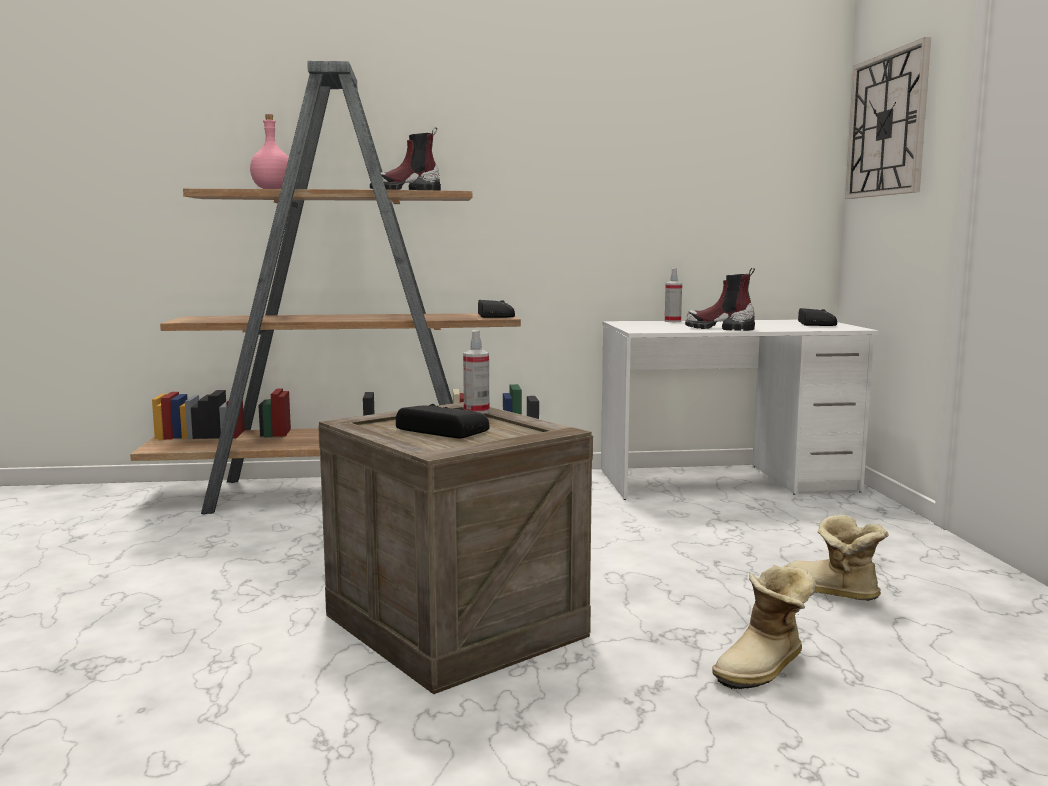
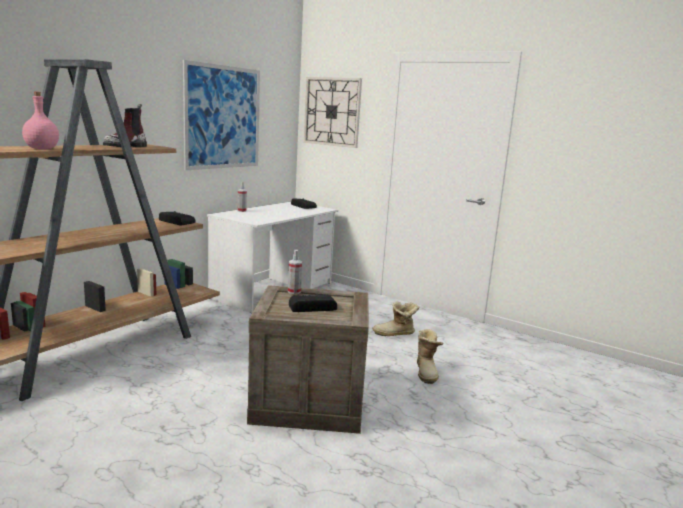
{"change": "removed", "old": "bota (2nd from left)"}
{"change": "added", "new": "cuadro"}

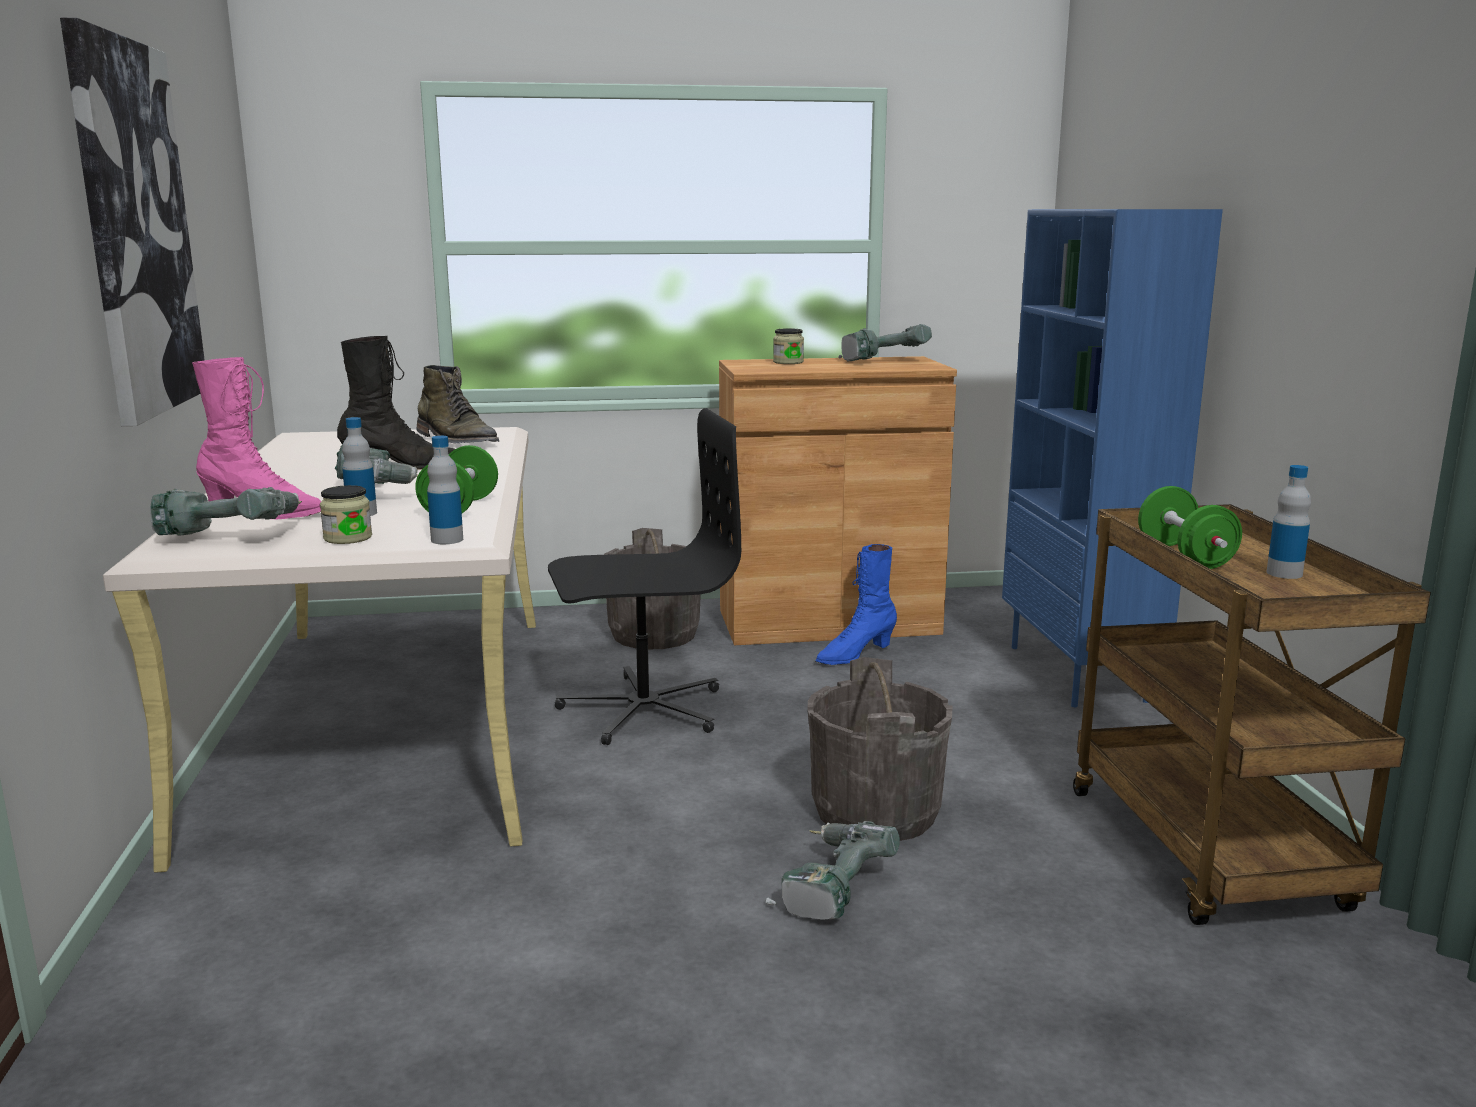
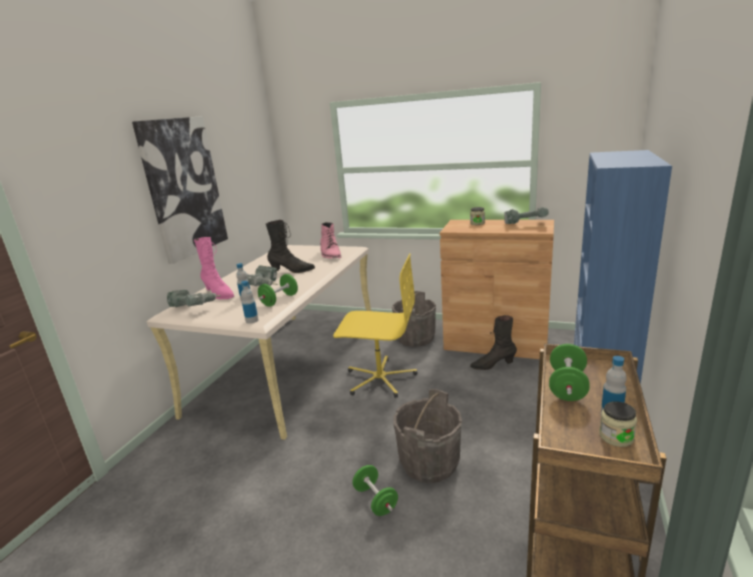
{"change": "recoloured", "old": "bota/verde", "new": "bota/rosa (2nd from left)"}
{"change": "recoloured", "old": "silla de oficina/negro", "new": "silla de oficina/amarillo"}
{"change": "moved", "old": "tarro (1st from left in the first image)", "new": "tarro (2nd from left)"}
{"change": "recoloured", "old": "bota/azul", "new": "bota/negro (2nd from left)"}
{"change": "replaced", "old": "taladro (3rd from left)", "new": "mancuerna/verde (2nd from left)"}

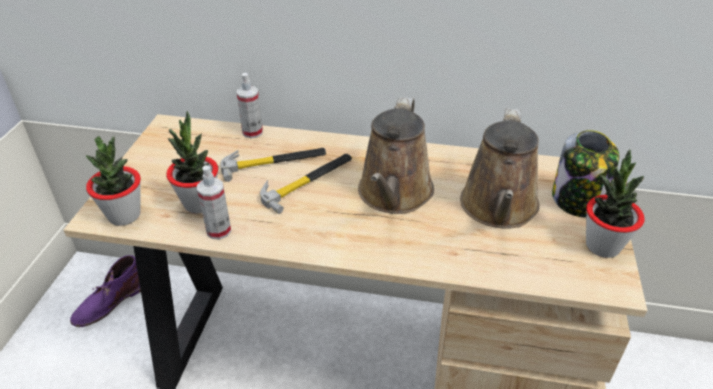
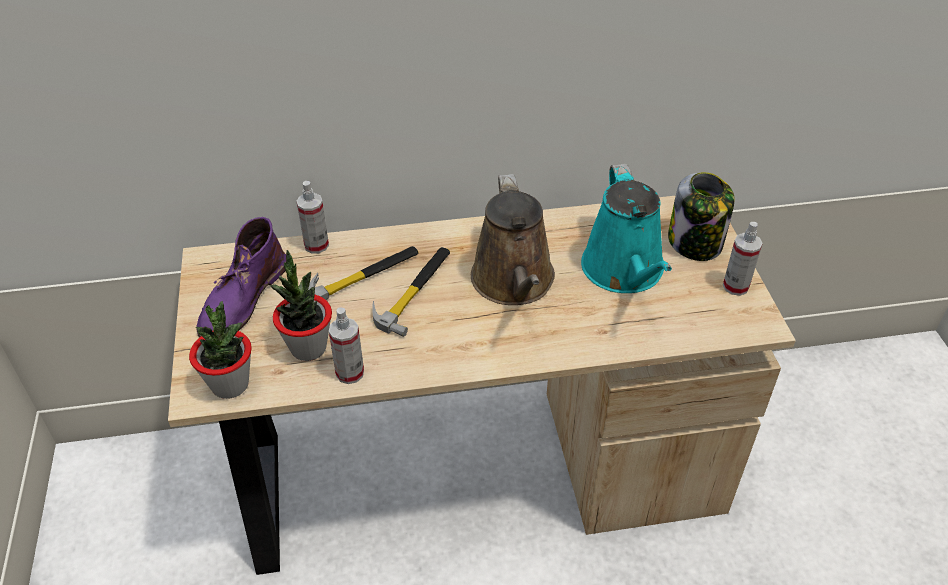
{"change": "recoloured", "old": "regadera/marrón (2nd from left)", "new": "regadera/turquesa"}
{"change": "replaced", "old": "planta en maceta (3rd from left)", "new": "pulverizador (3rd from left)"}
{"change": "moved", "old": "bota/morado"}

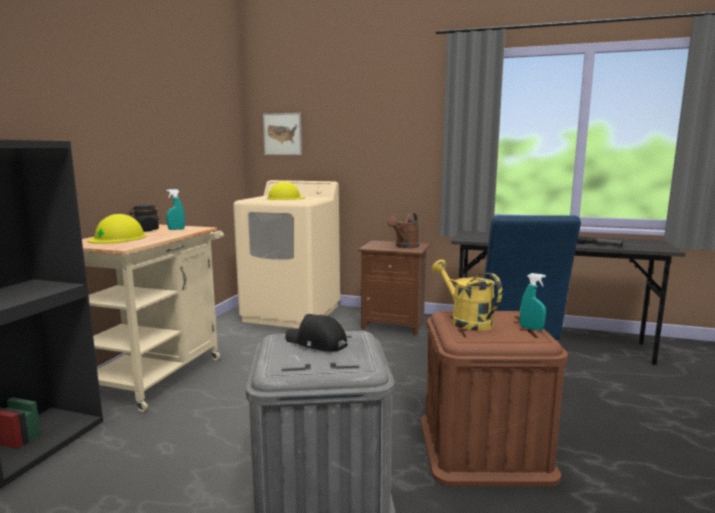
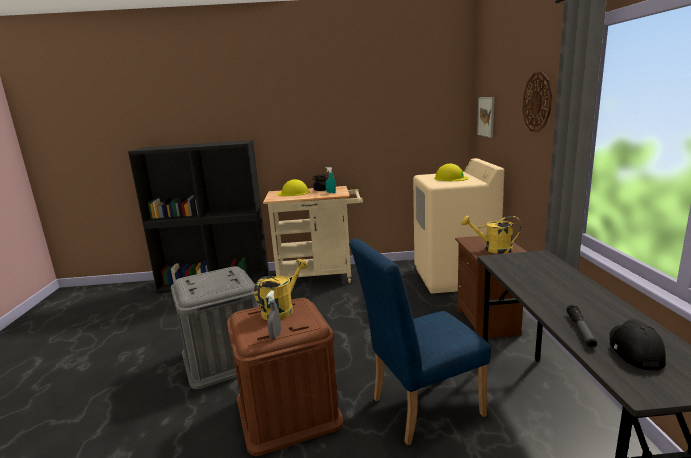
{"change": "recoloured", "old": "regadera/marrón", "new": "regadera/amarillo (2nd from left)"}
{"change": "recoloured", "old": "pulverizador/turquesa (2nd from left)", "new": "pulverizador/gris"}
{"change": "moved", "old": "gorra/negro"}
{"change": "added", "new": "reloj de pared"}

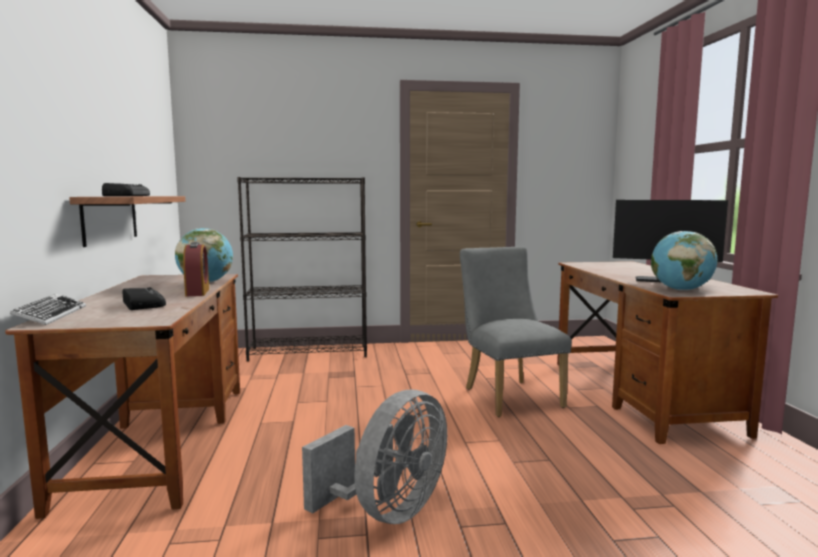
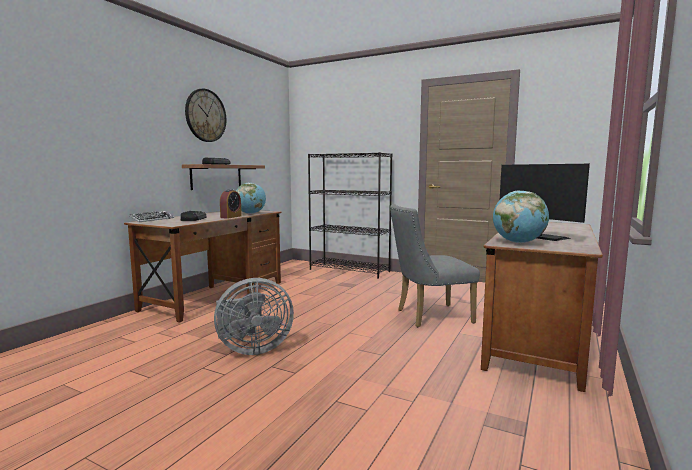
{"change": "turned", "old": "silla/gris", "degrees": -120}
{"change": "added", "new": "reloj de pared"}

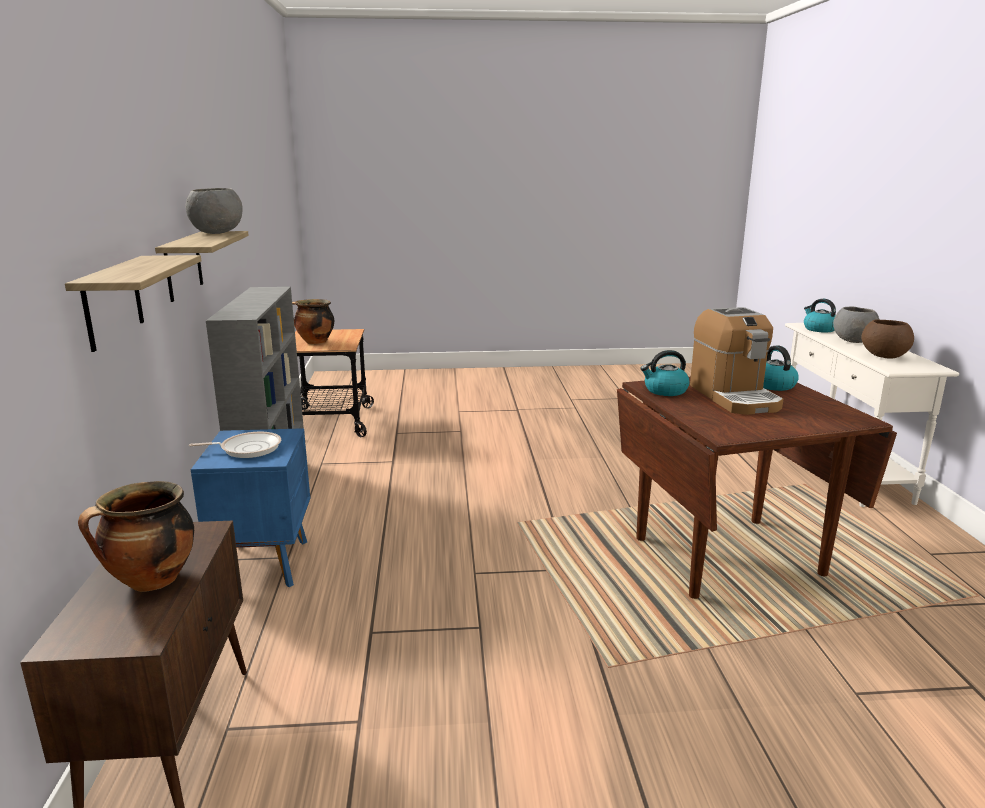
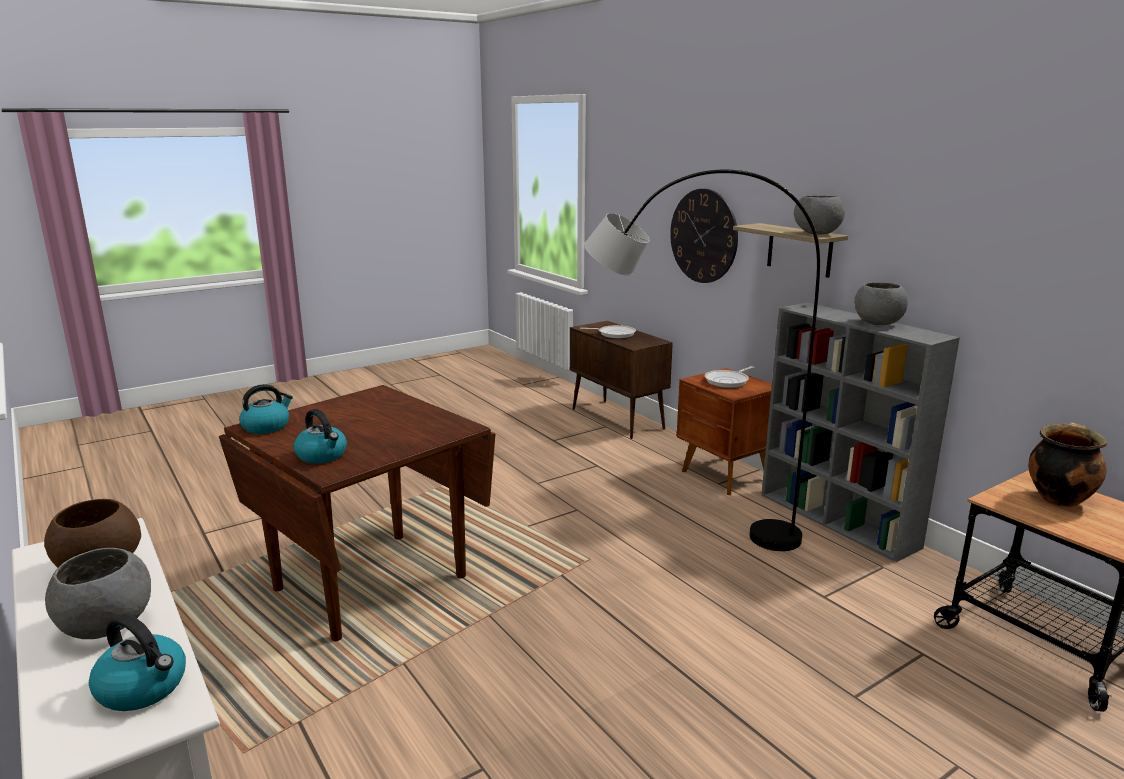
{"change": "replaced", "old": "estante (1st from left)", "new": "reloj de pared"}
{"change": "removed", "old": "cafetera"}
{"change": "moved", "old": "hervidor (1st from left in the first image)", "new": "hervidor (2nd from left)"}
{"change": "recoloured", "old": "mesita de noche/azul", "new": "mesita de noche/marrón"}
{"change": "replaced", "old": "olla (1st from left)", "new": "sartén (1st from left)"}
{"change": "added", "new": "lámpara de pie/gris"}
{"change": "added", "new": "cuenco/gris (3rd from left)"}

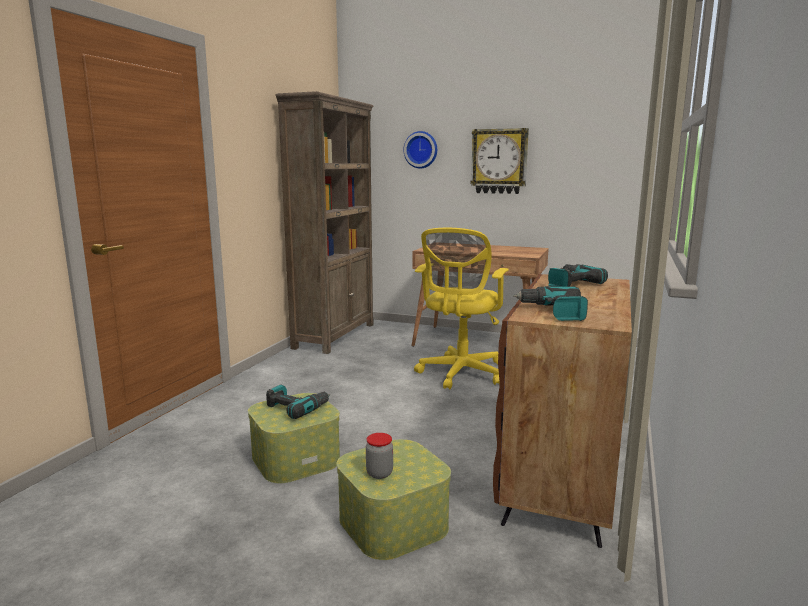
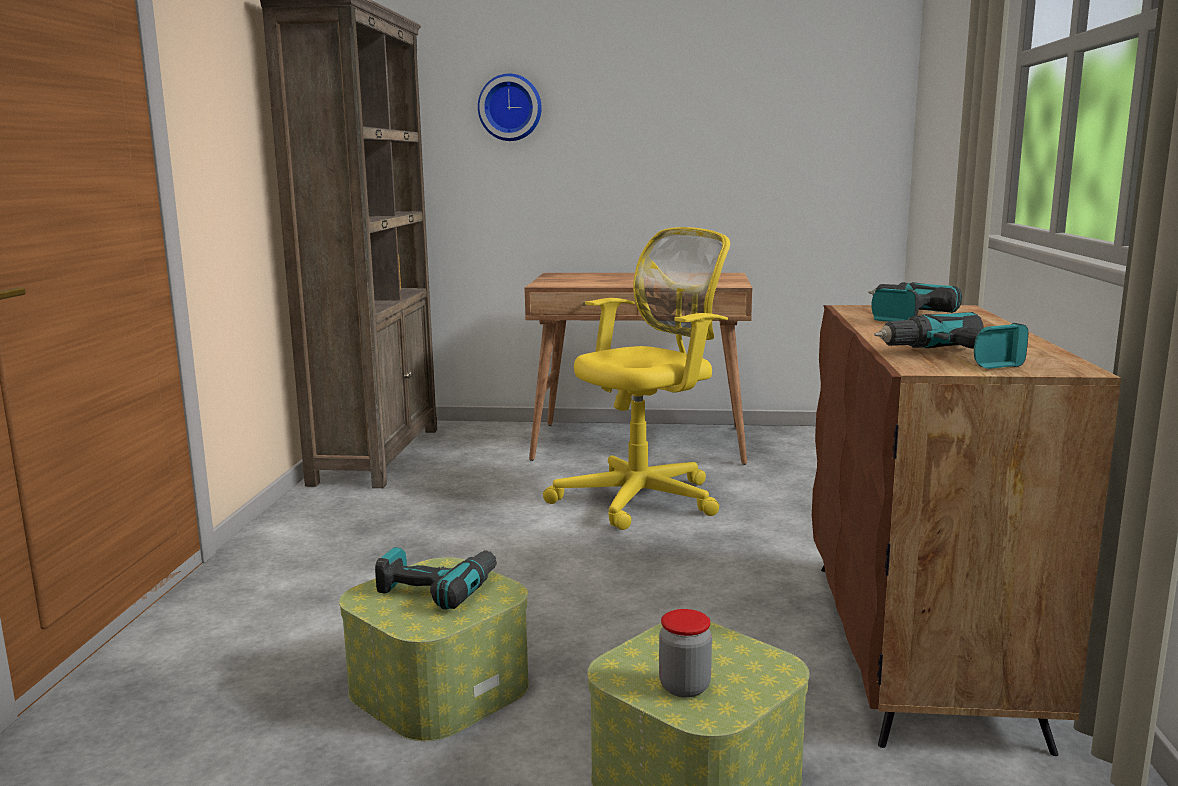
{"change": "removed", "old": "reloj de pared (2nd from left)"}
{"change": "turned", "old": "silla de oficina/amarillo", "degrees": -135}

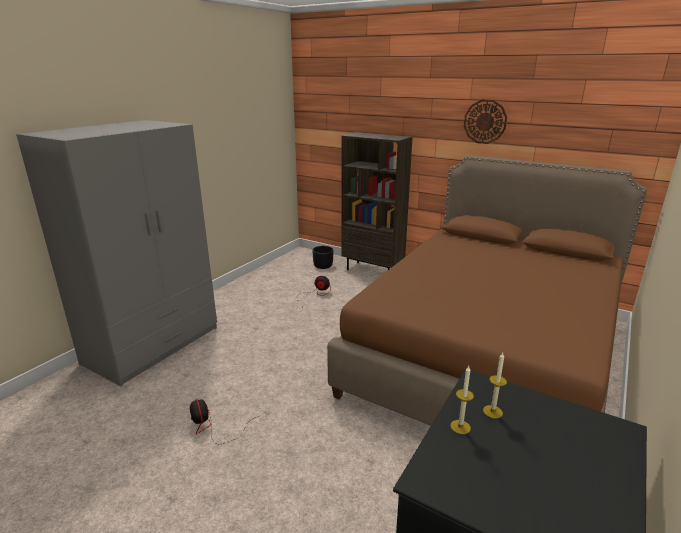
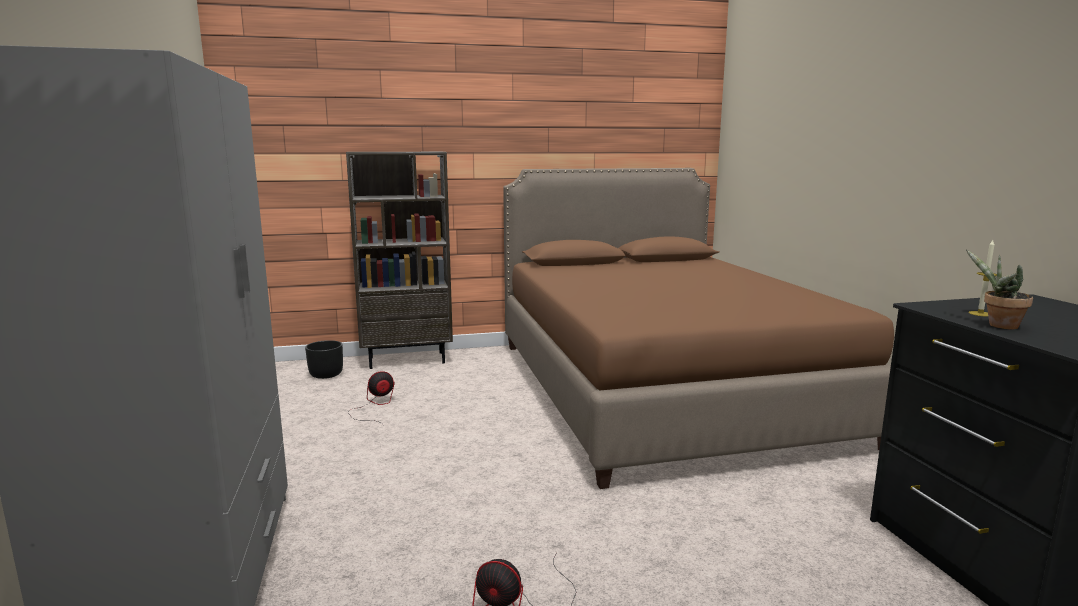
{"change": "removed", "old": "reloj de pared"}
{"change": "replaced", "old": "vela (1st from left)", "new": "planta en maceta"}

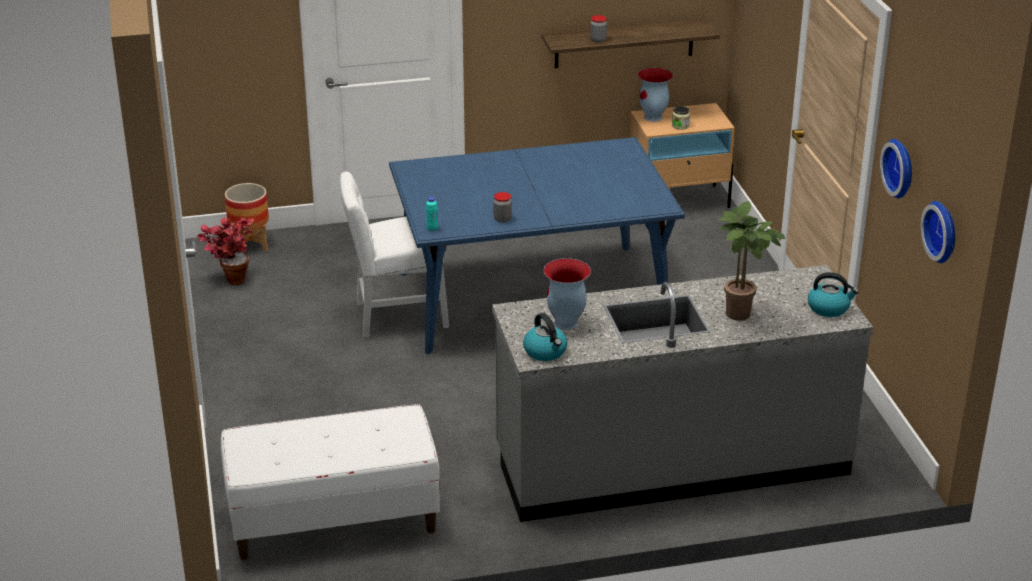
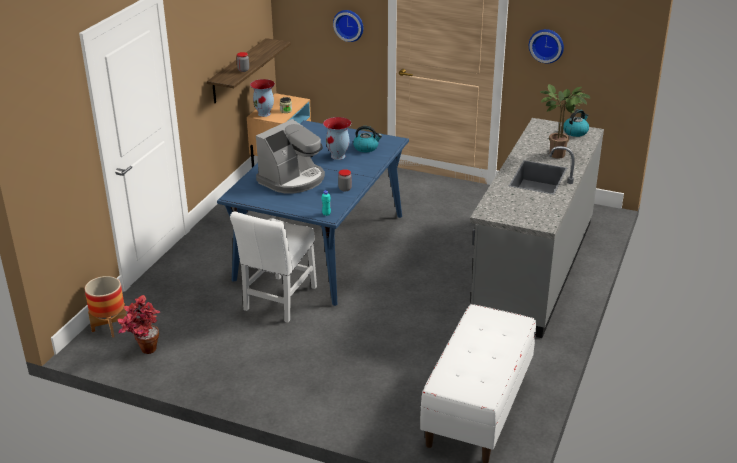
{"change": "moved", "old": "reloj de pared (2nd from left in the first image)", "new": "reloj de pared (1st from left)"}
{"change": "moved", "old": "florero (1st from left in the first image)", "new": "florero (2nd from left)"}
{"change": "moved", "old": "hervidor (1st from left)"}
{"change": "added", "new": "cafetera"}

